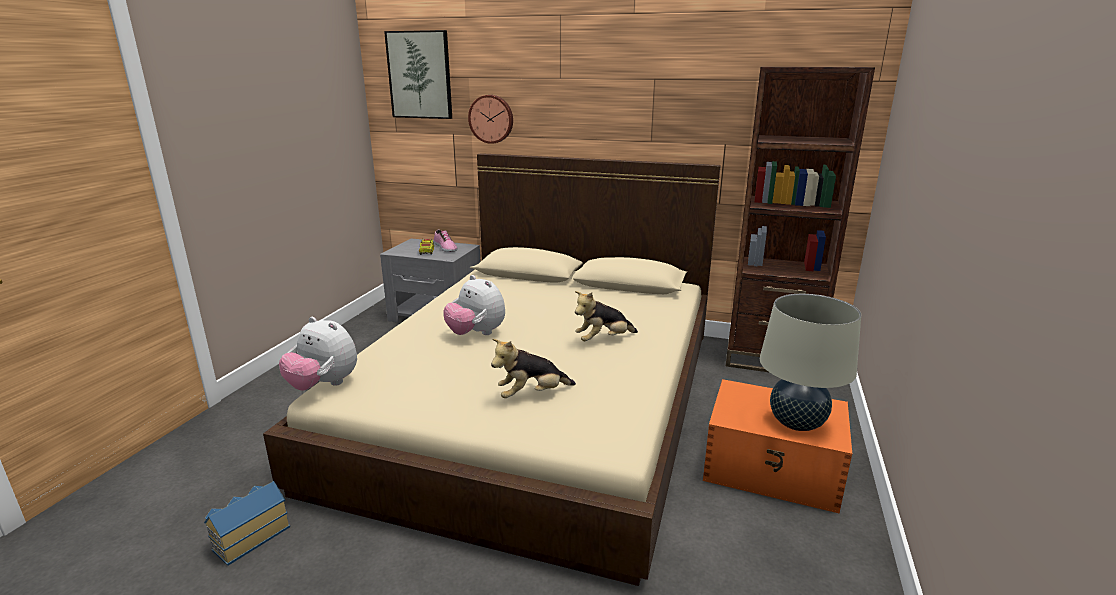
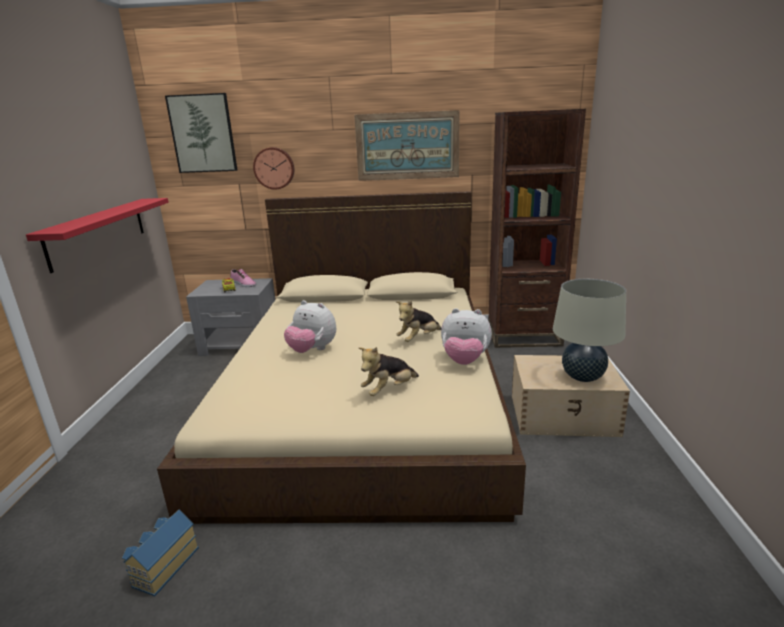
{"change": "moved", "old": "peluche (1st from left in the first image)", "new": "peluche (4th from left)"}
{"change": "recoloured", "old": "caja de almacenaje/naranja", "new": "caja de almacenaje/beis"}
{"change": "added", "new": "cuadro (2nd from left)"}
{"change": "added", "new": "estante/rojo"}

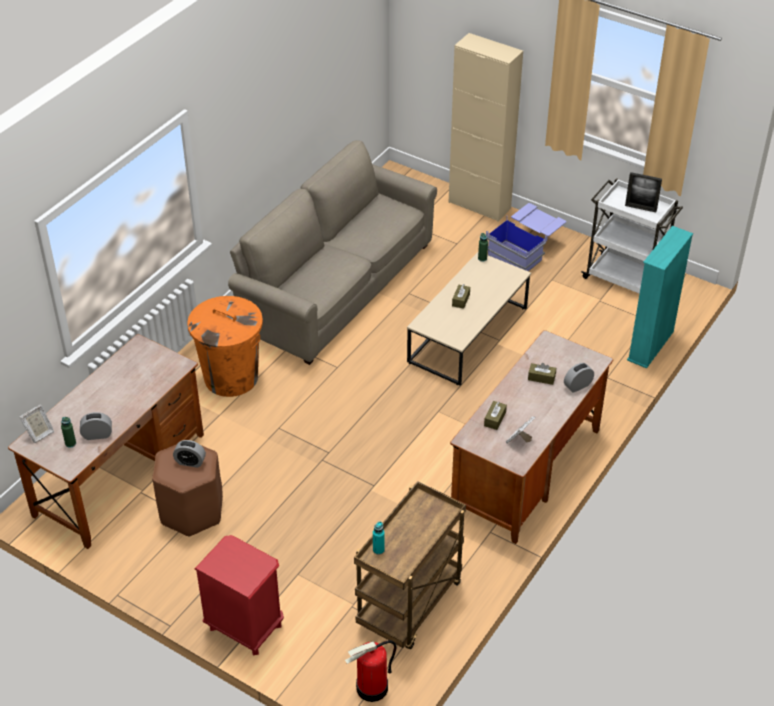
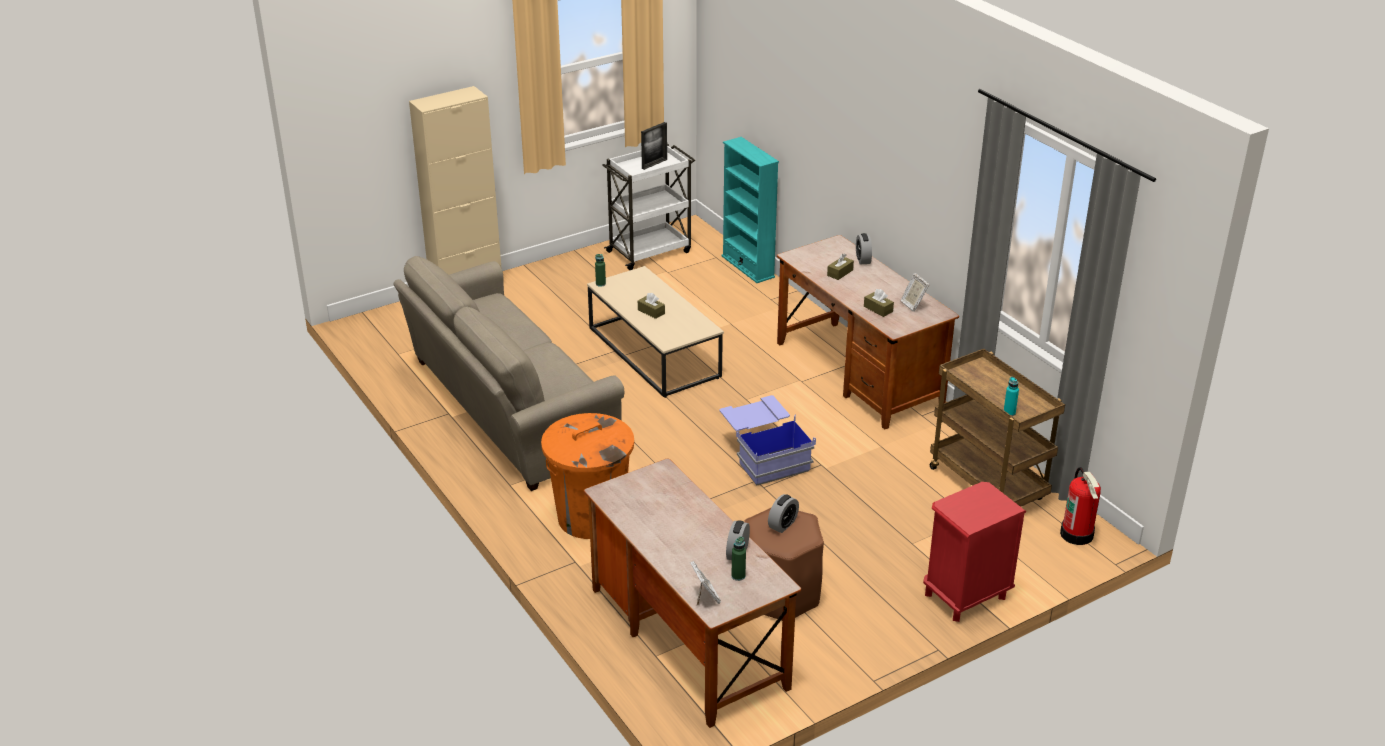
{"change": "moved", "old": "caja de almacenaje/azul"}

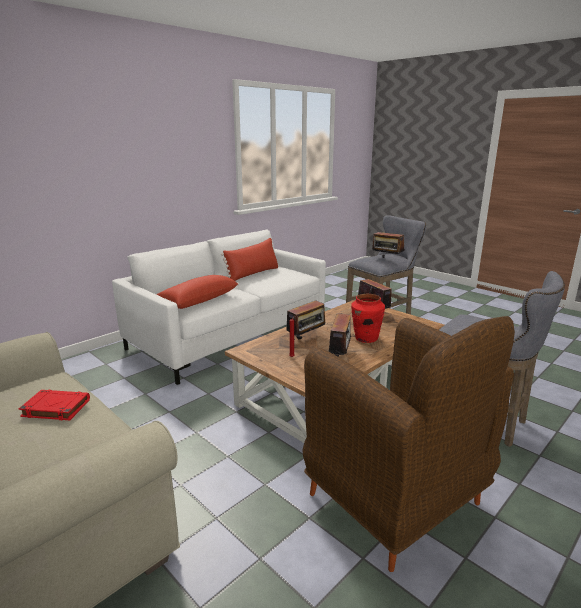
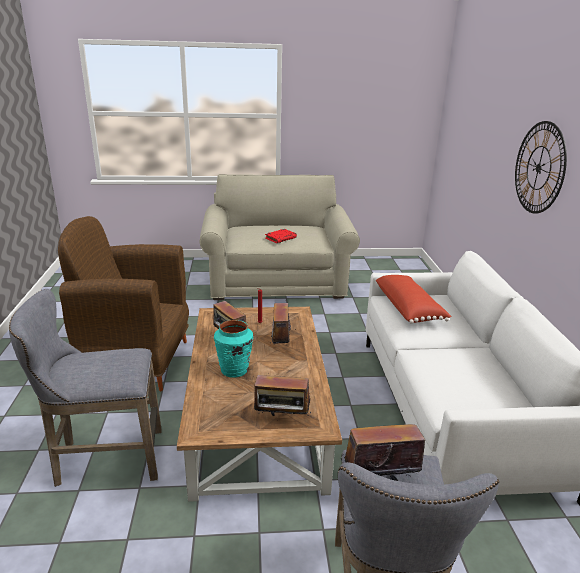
{"change": "removed", "old": "cojín/rojo (2nd from left)"}
{"change": "recoloured", "old": "florero/rojo", "new": "florero/turquesa"}
{"change": "added", "new": "reloj de pared"}

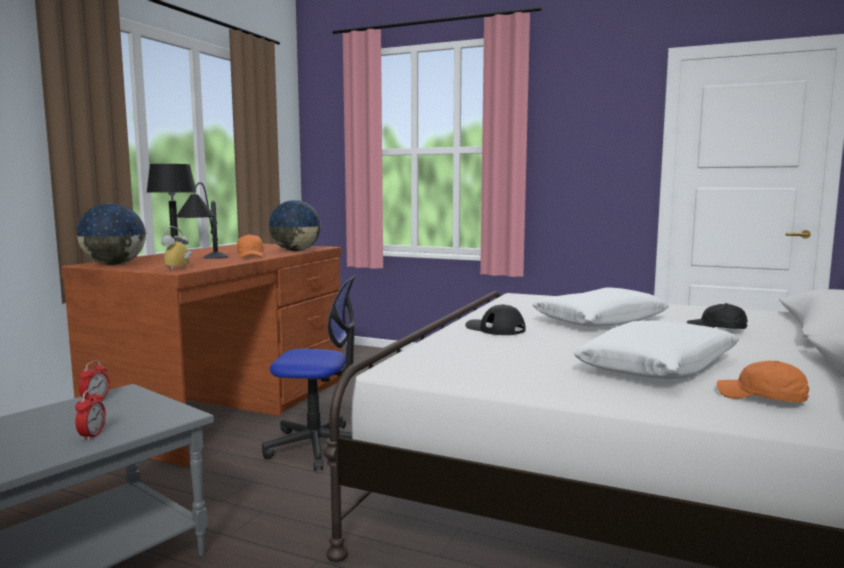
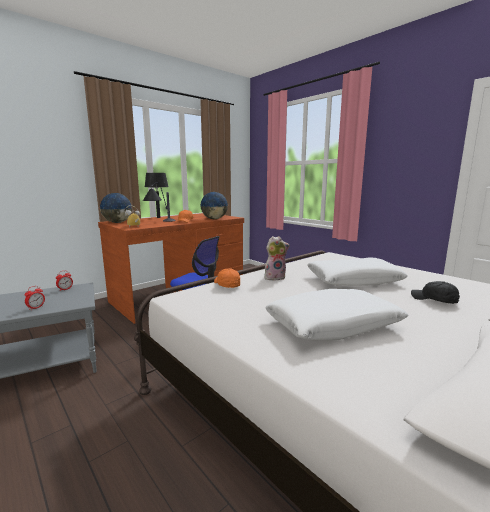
{"change": "replaced", "old": "gorra/negro (1st from left)", "new": "peluche"}
{"change": "moved", "old": "gorra/naranja (2nd from left)"}

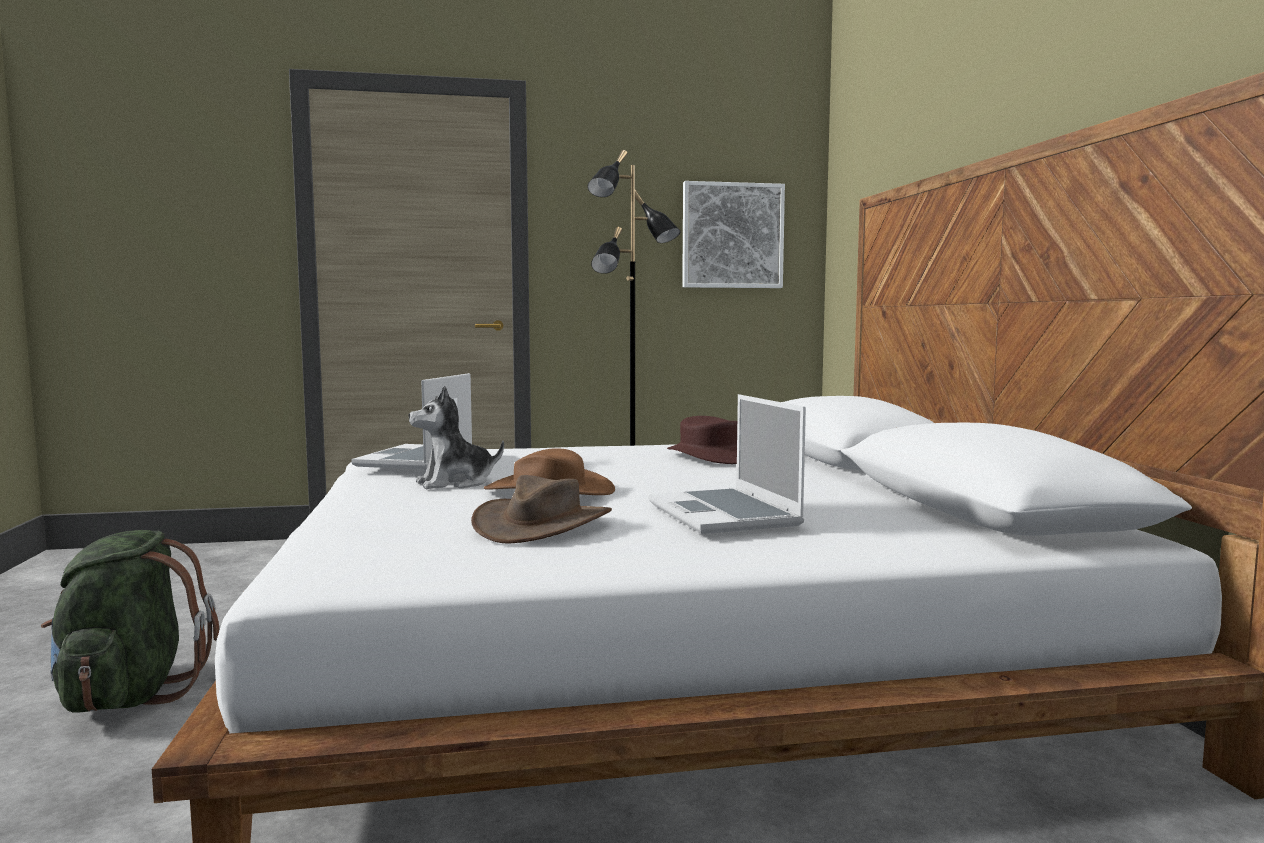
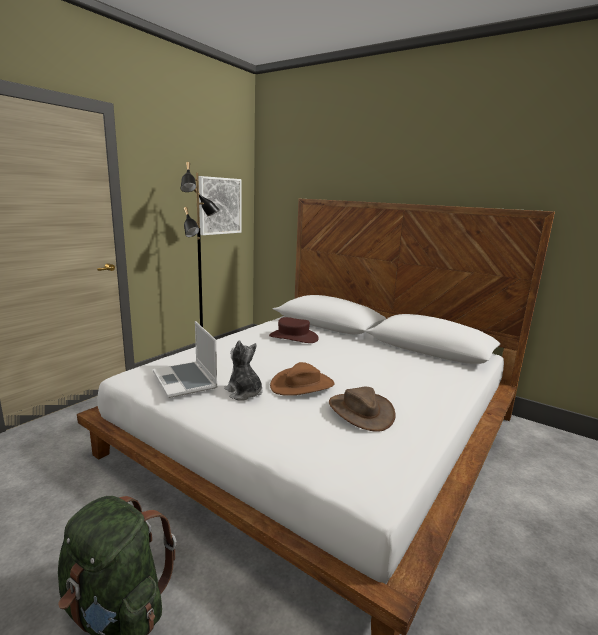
{"change": "turned", "old": "peluche", "degrees": 120}
{"change": "removed", "old": "portátil (2nd from left)"}

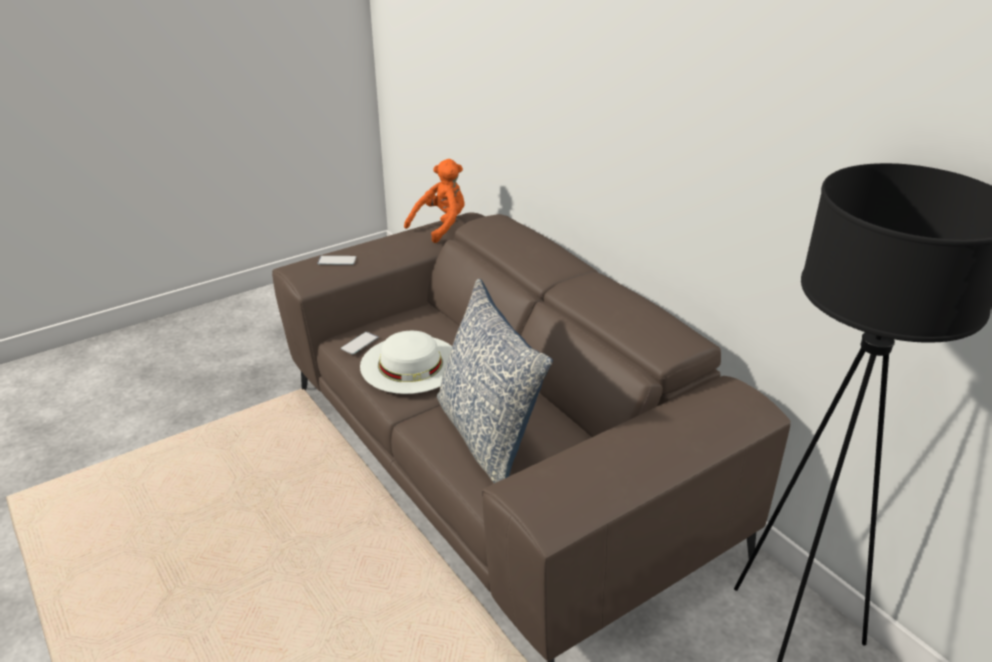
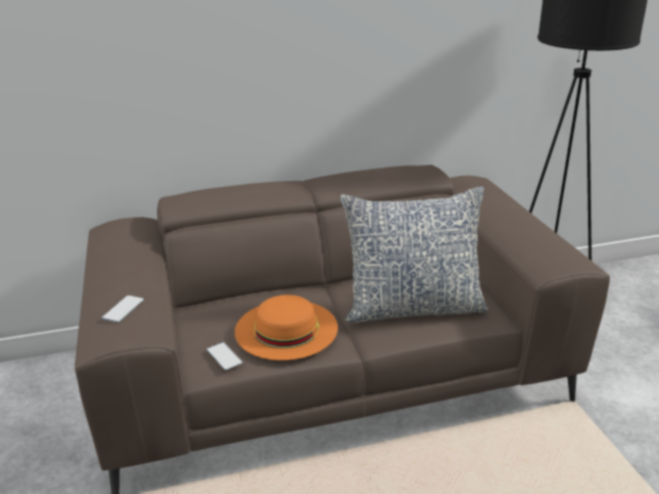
{"change": "removed", "old": "peluche/naranja"}
{"change": "recoloured", "old": "sombrero/blanco", "new": "sombrero/naranja"}

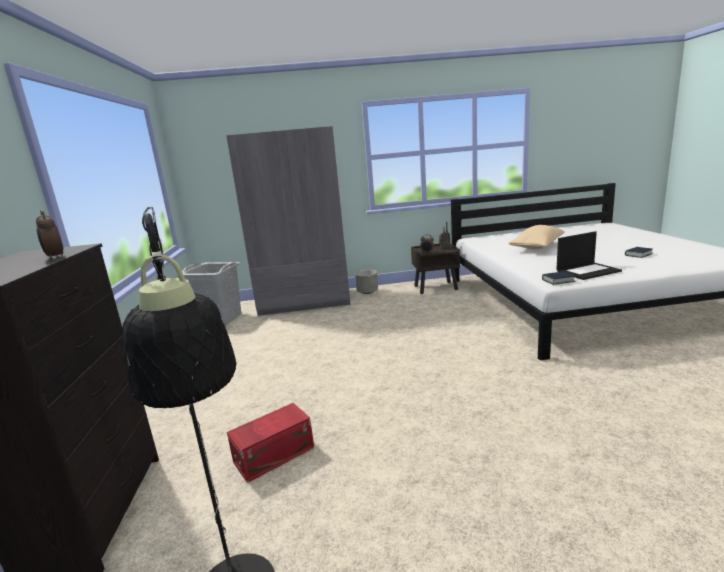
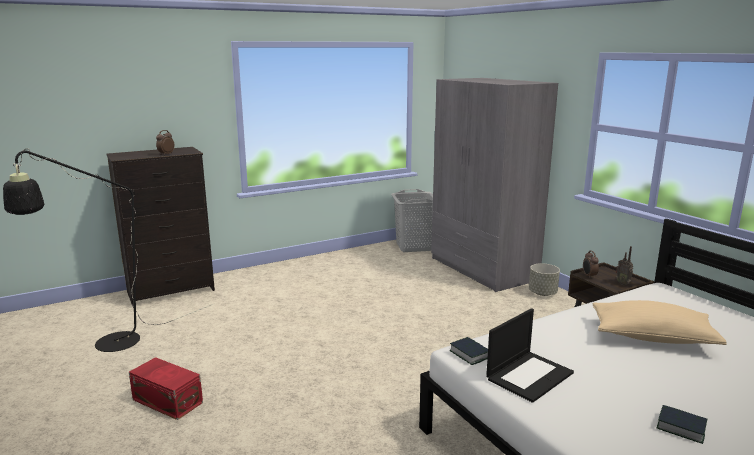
{"change": "turned", "old": "portátil", "degrees": -90}
{"change": "moved", "old": "caja de almacenaje/rojo"}

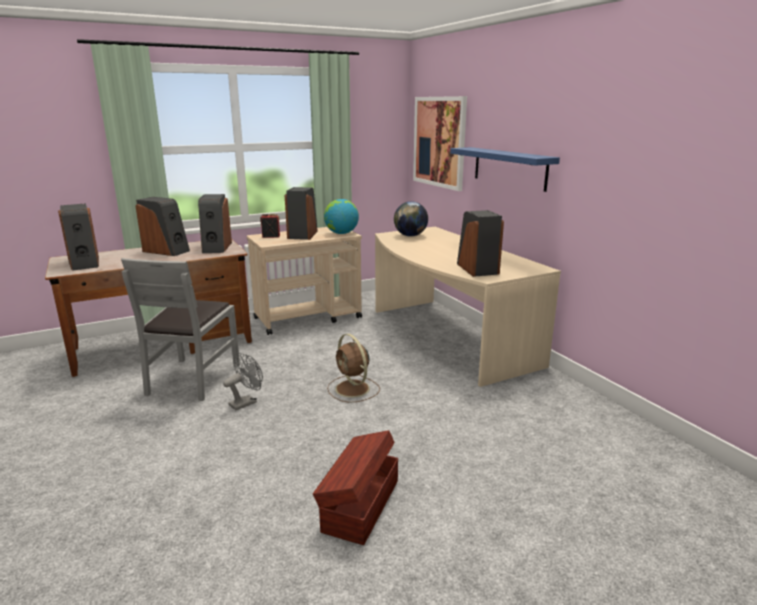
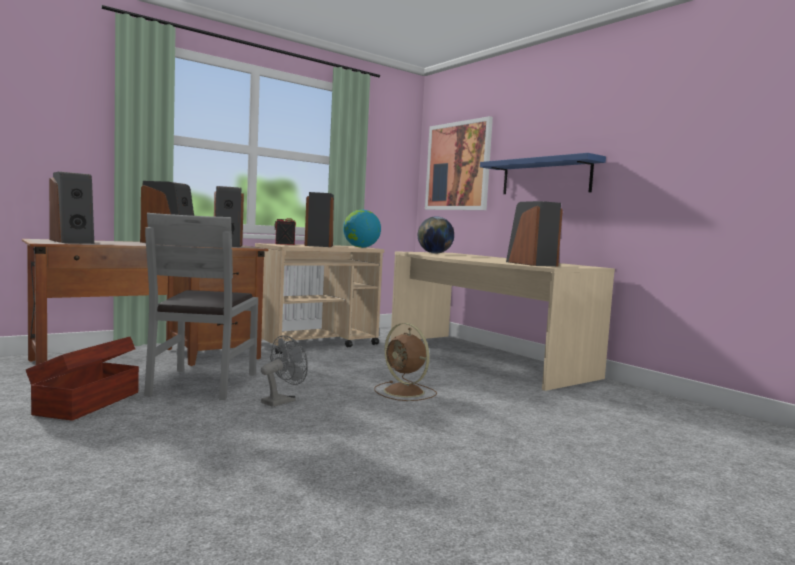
{"change": "moved", "old": "caja de almacenaje/marrón"}

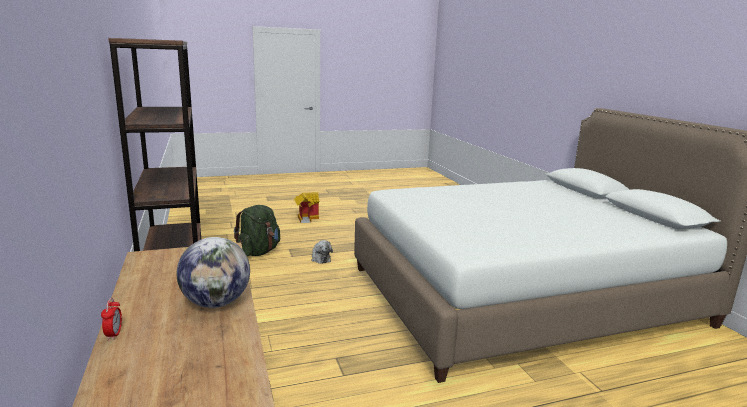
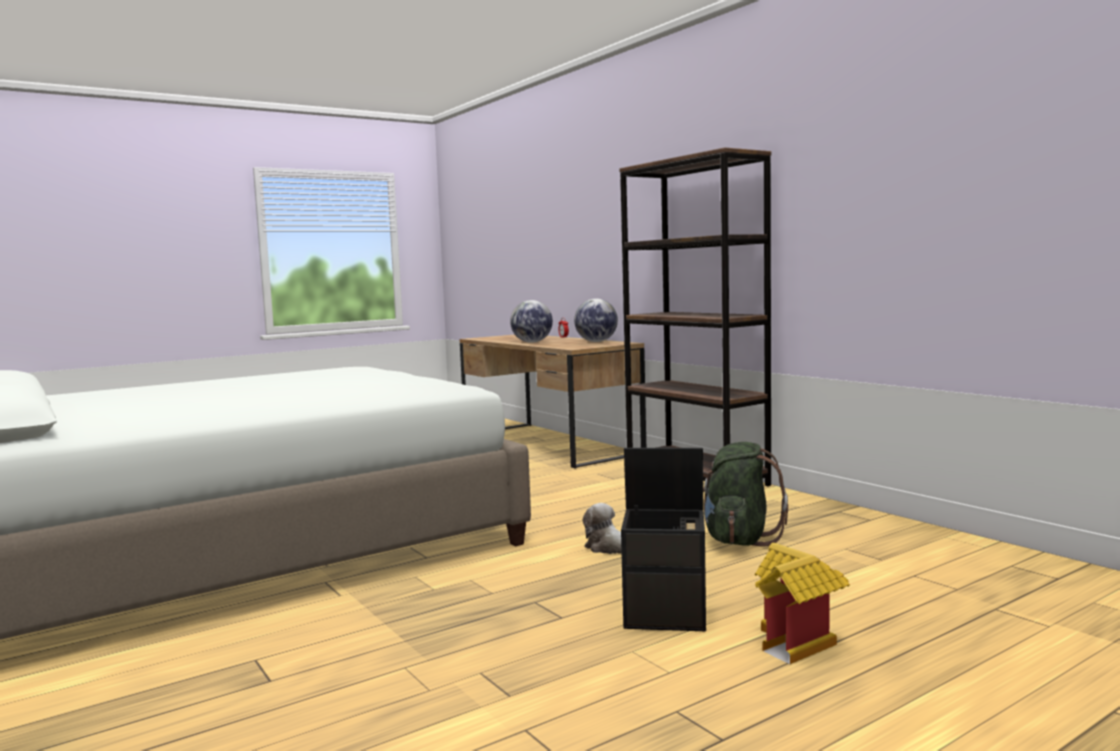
{"change": "added", "new": "globo terráqueo (2nd from left)"}
{"change": "added", "new": "caja de almacenaje/negro"}

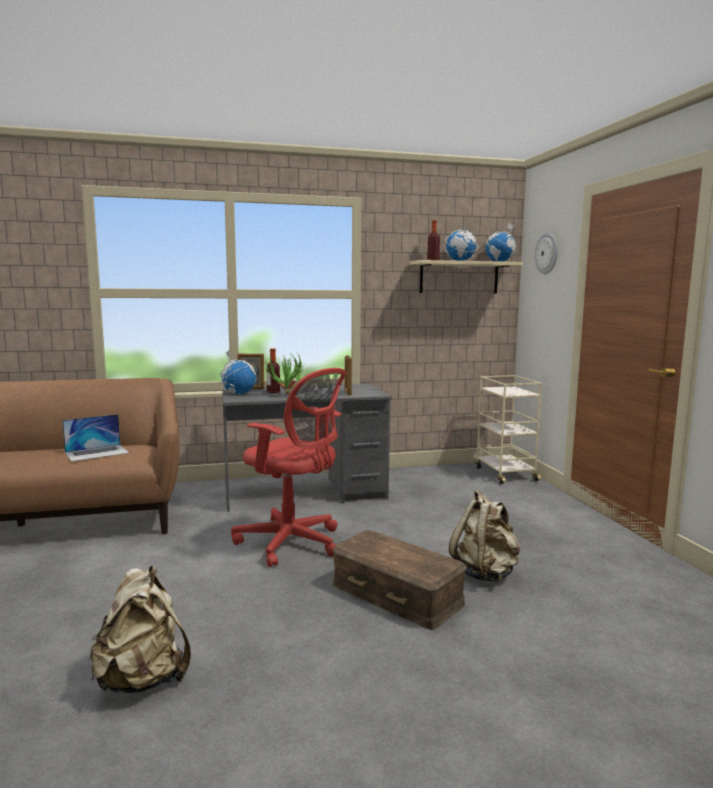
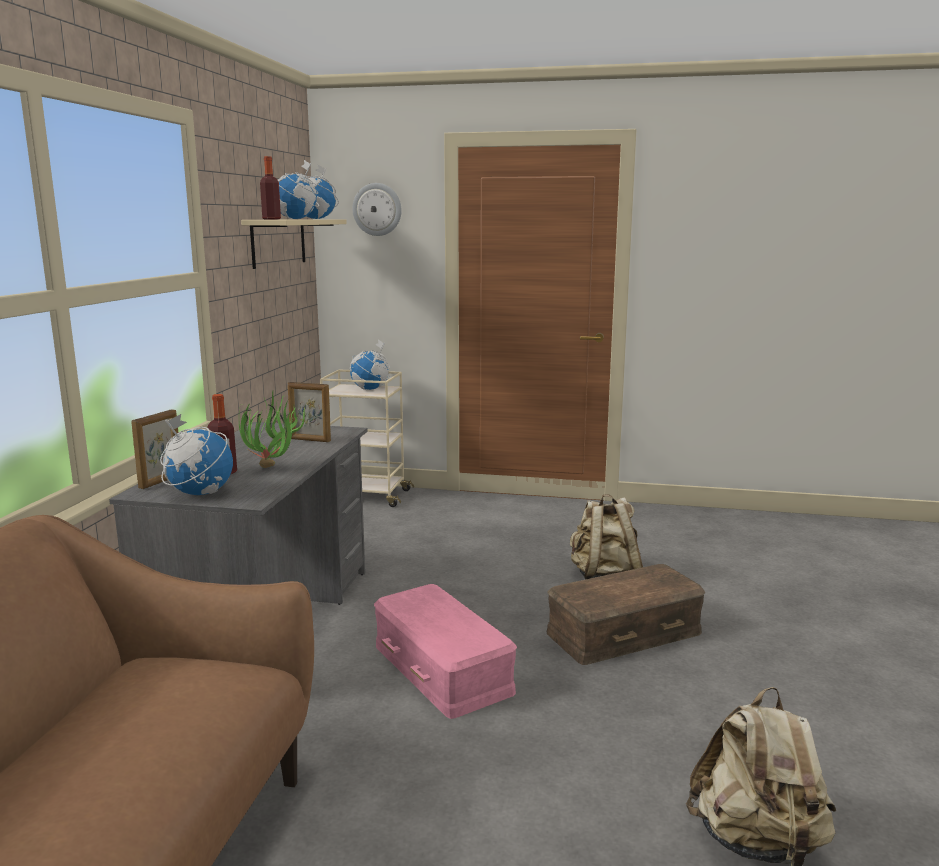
{"change": "replaced", "old": "silla de oficina/rojo", "new": "caja de almacenaje/rosa"}
{"change": "removed", "old": "portátil"}
{"change": "added", "new": "globo terráqueo (4th from left)"}

